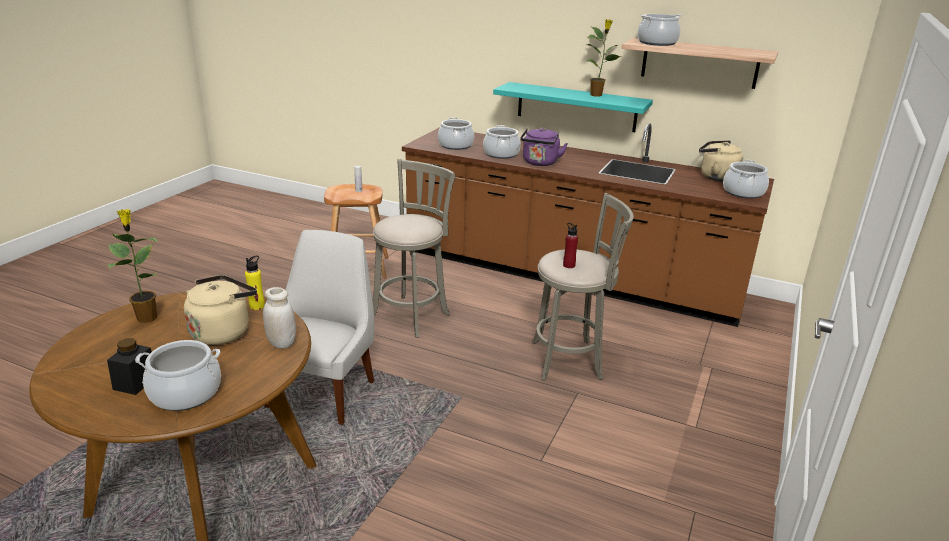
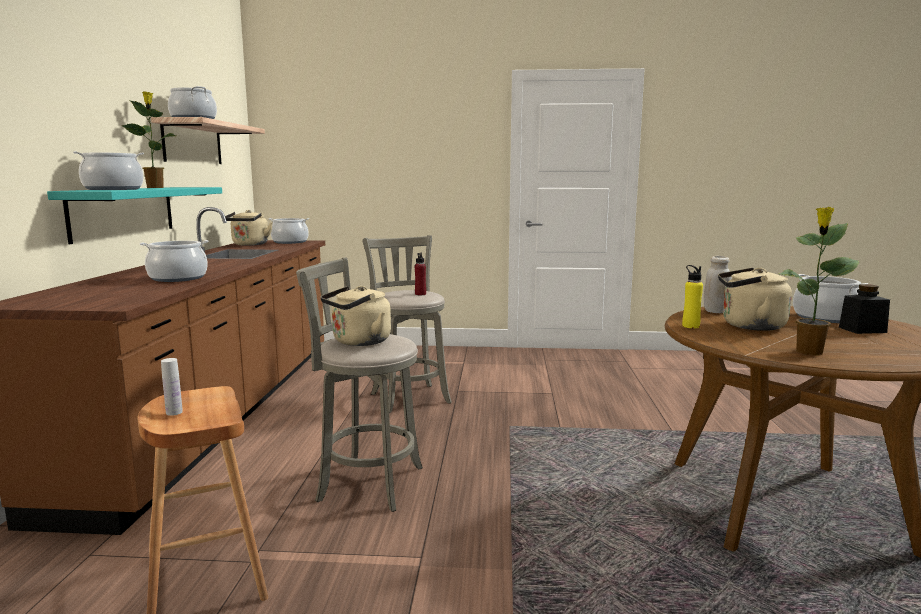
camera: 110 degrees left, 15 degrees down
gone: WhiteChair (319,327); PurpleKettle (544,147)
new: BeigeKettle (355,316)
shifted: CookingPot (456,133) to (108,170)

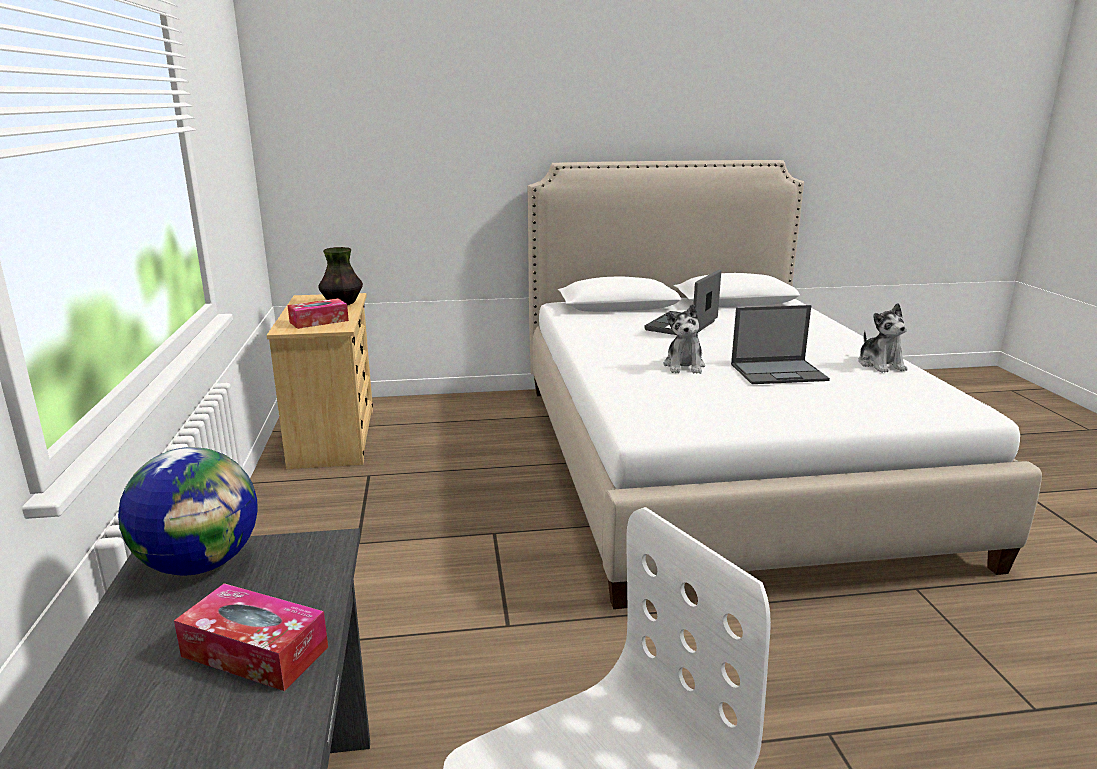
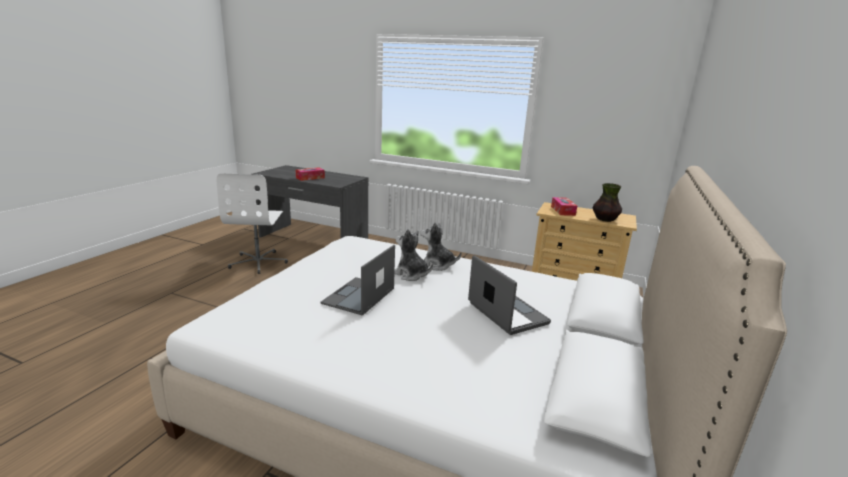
camera: 120 degrees right, 0 degrees up
gone: Globe (188,511)
shifted: PlushToy (883,338) to (441,246)

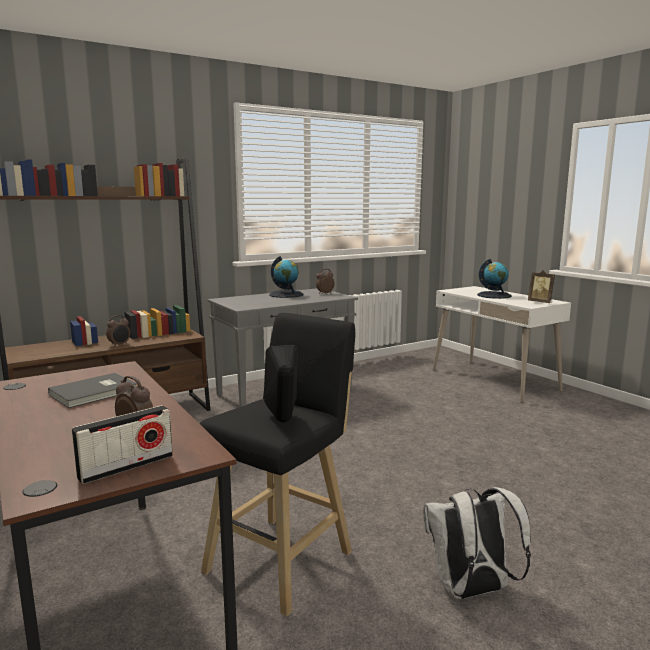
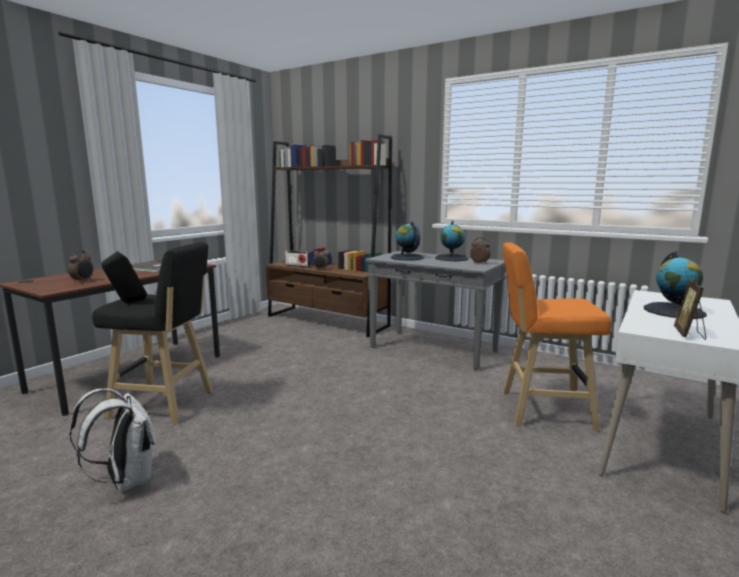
camera: 65 degrees right, 0 degrees up
new: Globe (407,241); OrangeStool (557,336)
shifted: Radio (122,444) to (297,259)

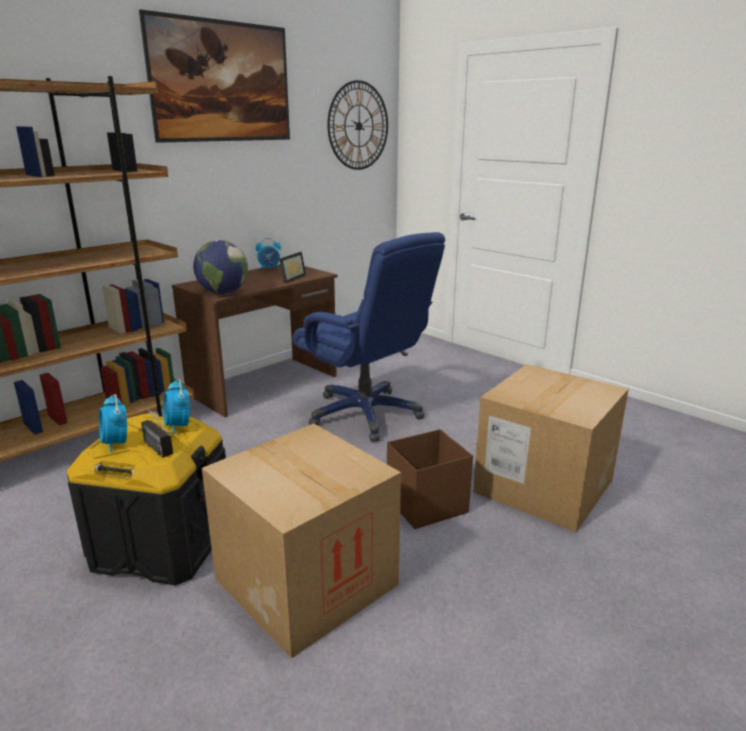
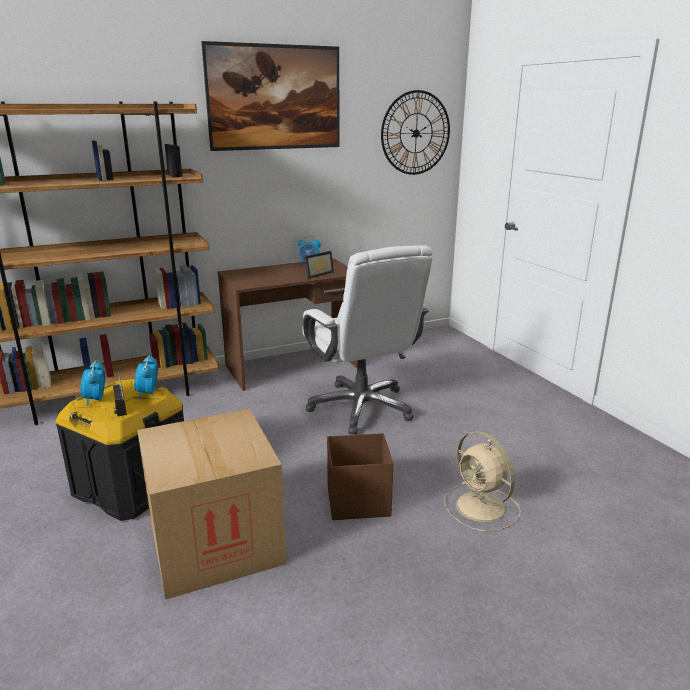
camera: 20 degrees right, 0 degrees up
gone: Globe (220,267)
swapped: CardboardBox (551,448) to BeigeFan (483,481)
repainted: BlueOfficeChair (369,337) to WhiteOfficeChair (367,340)

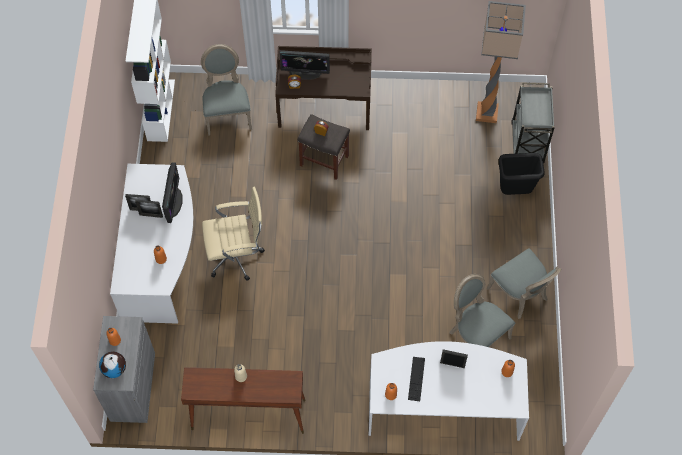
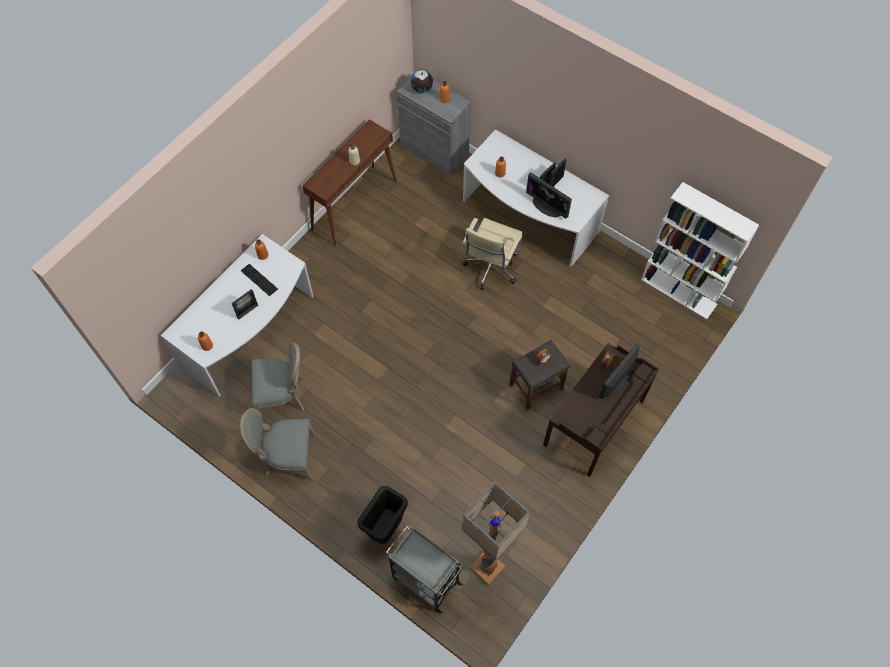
camera: 125 degrees right, 0 degrees up
gone: GreyChair (226,90)

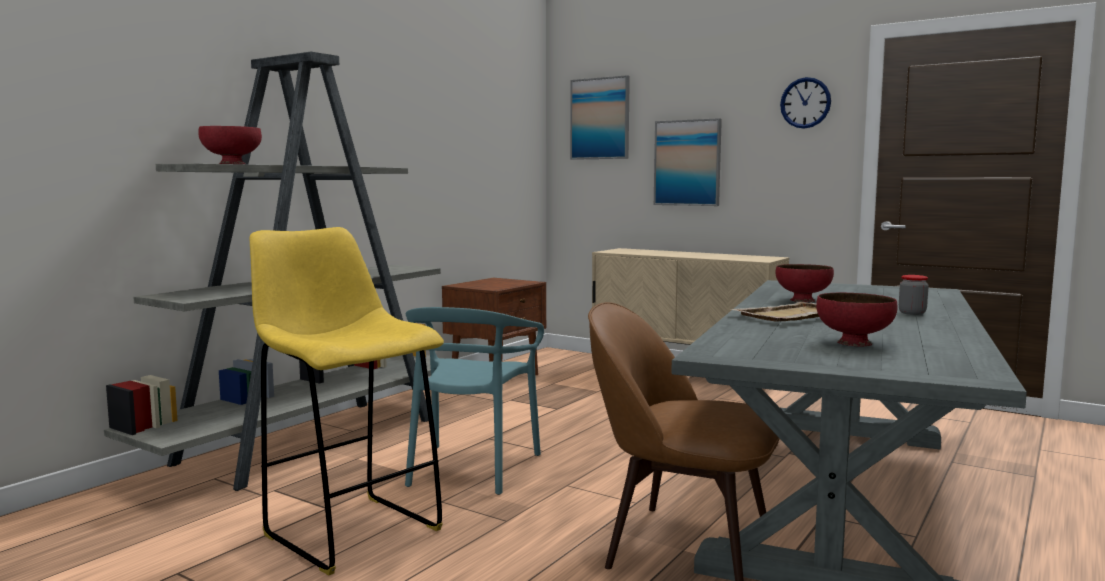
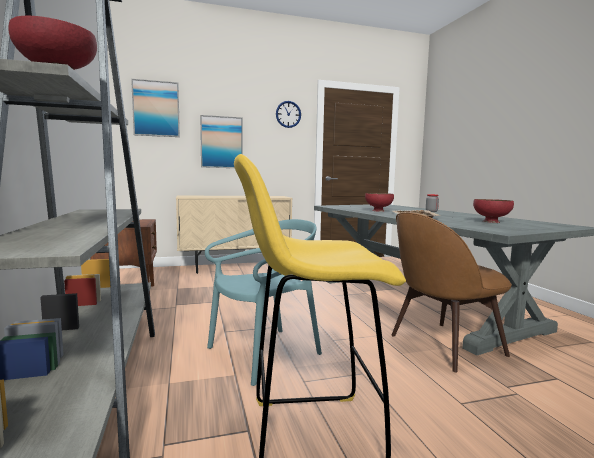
camera: 50 degrees left, 0 degrees up
rotated: TurquoiseChair (474,401) = (263,302) 90 degrees counterclockwise

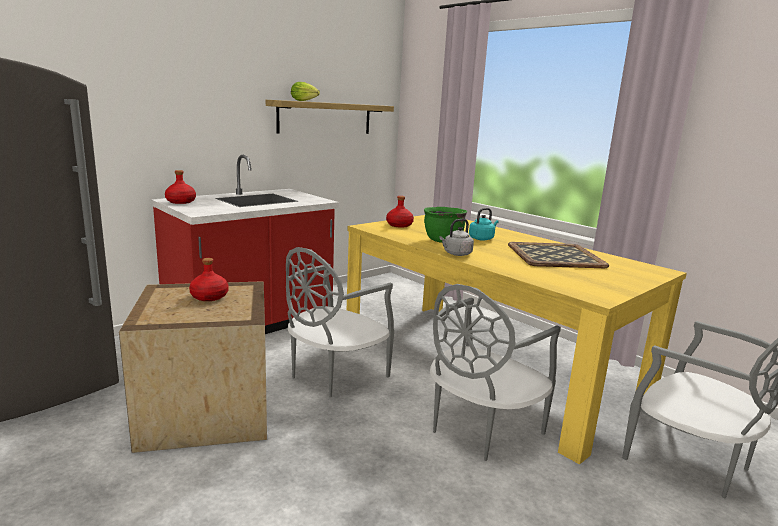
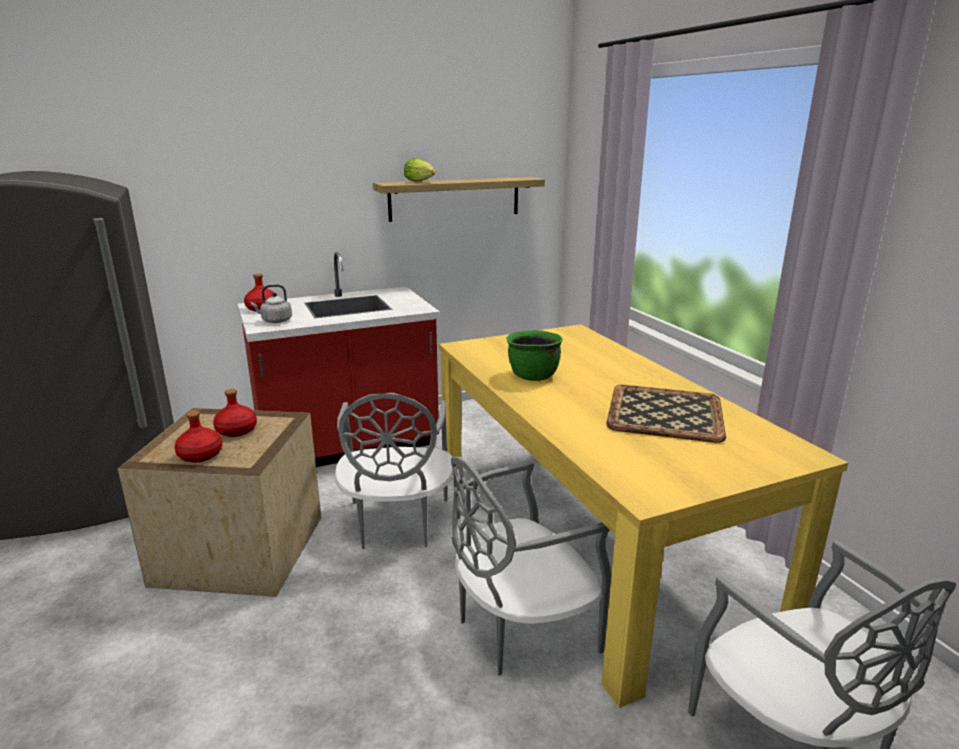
camera: 20 degrees right, 5 degrees up
gone: TurquoiseKettle (484,224)
shifted: RedBottle (400,212) to (198,436); GreyKettle (456,237) to (271,303)
rotated: GreyChair (340,322) = (394,471) 60 degrees counterclockwise

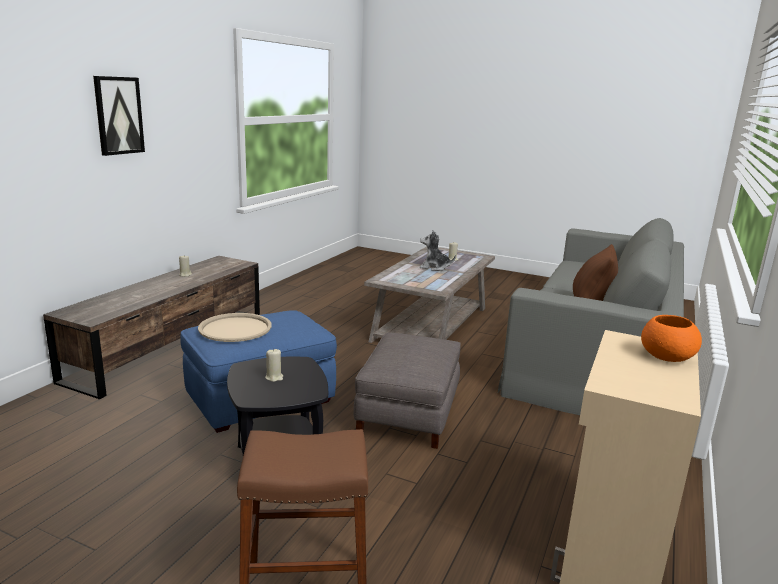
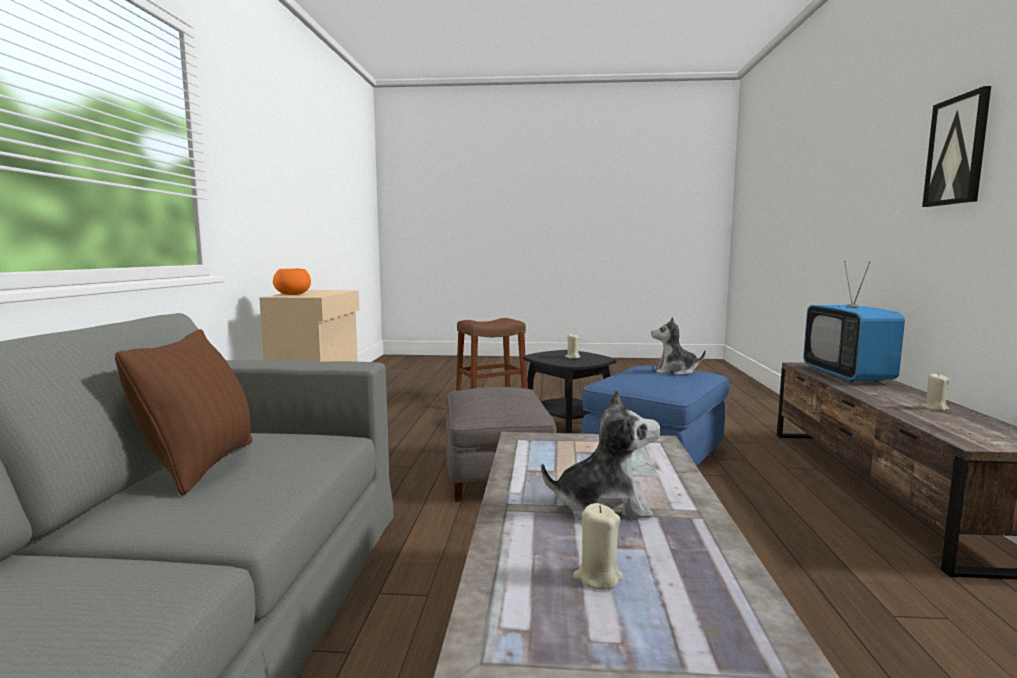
camera: 160 degrees right, 10 degrees down
new: Television (854,321)
swapped: BeigeTray (235,327) to PlushToy (678,346)

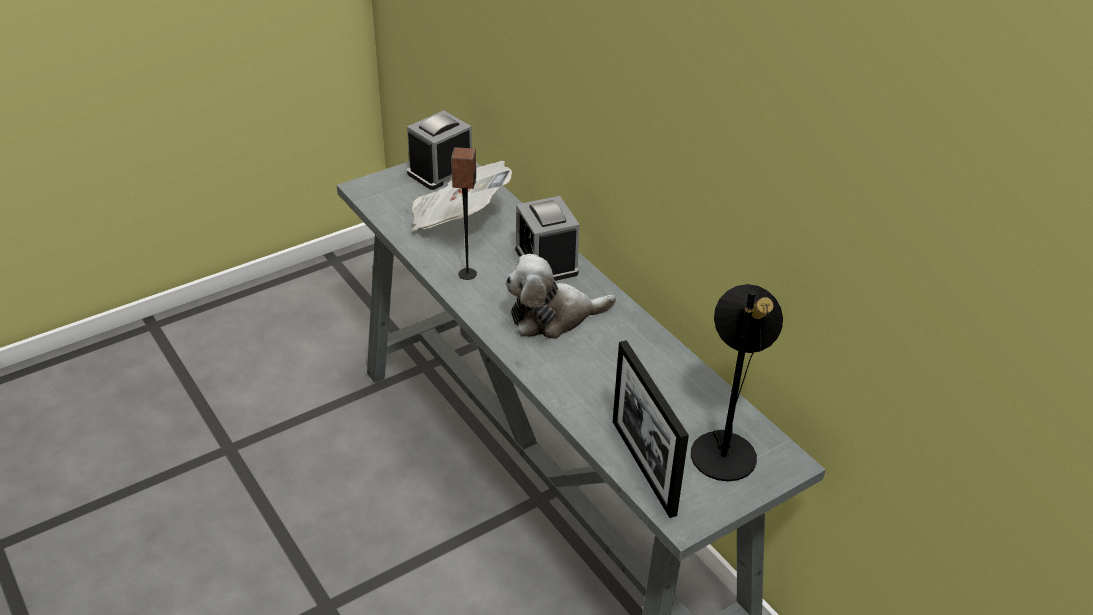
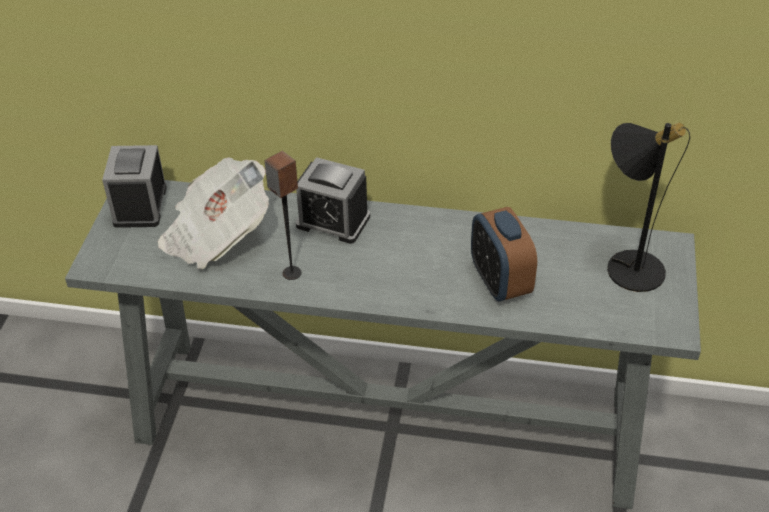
camera: 45 degrees left, 5 degrees up
gone: PlushToy (560,296); PictureFrame (651,429)
new: AlarmClock (504,254)

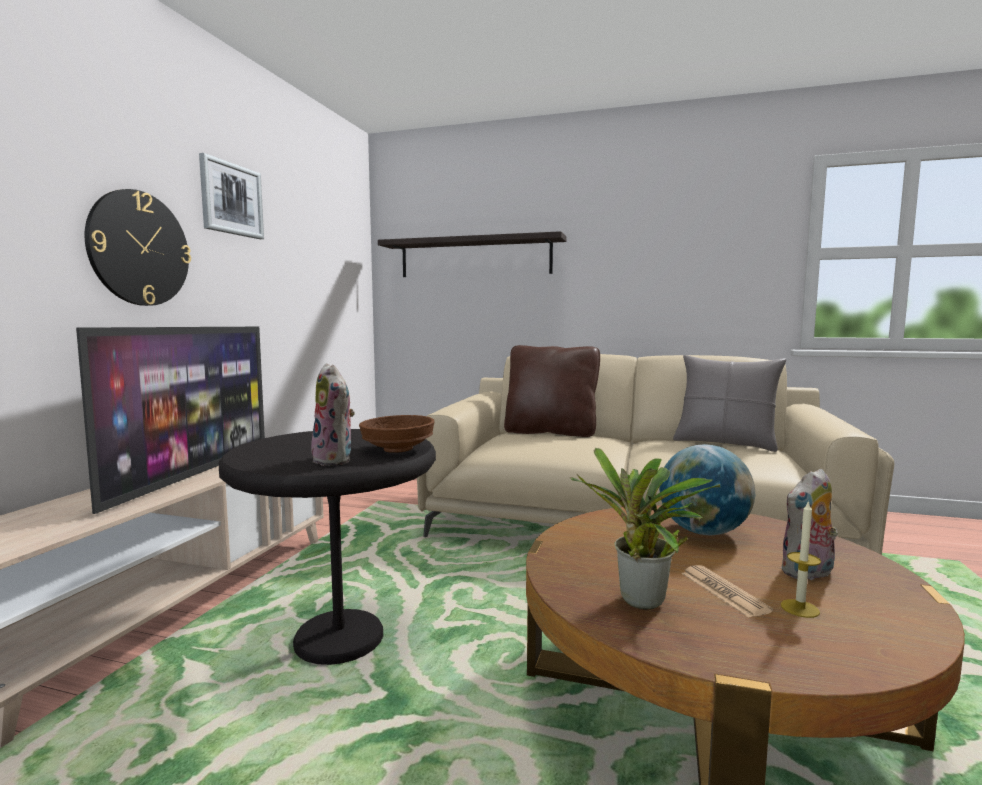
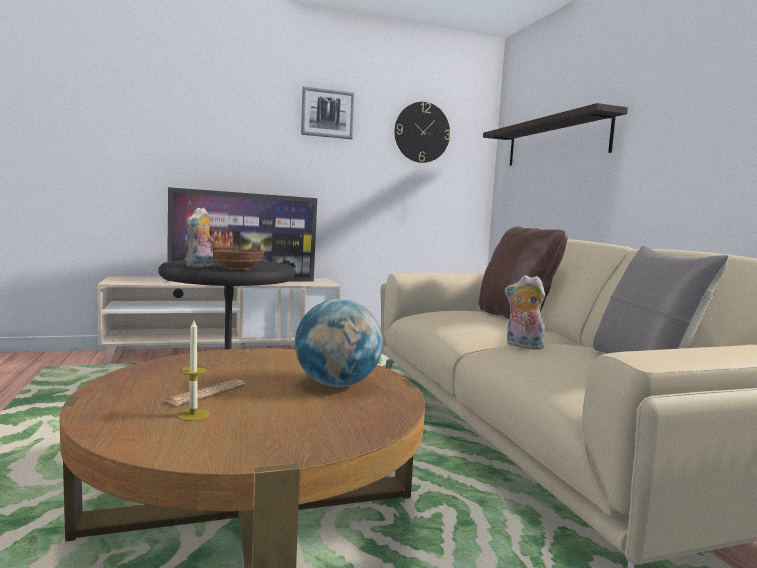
camera: 55 degrees right, 0 degrees up
gone: PottedPlant (645,529)
shifted: WallClock (138,247) to (422,132); PlushToy (809,524) to (525,312)

